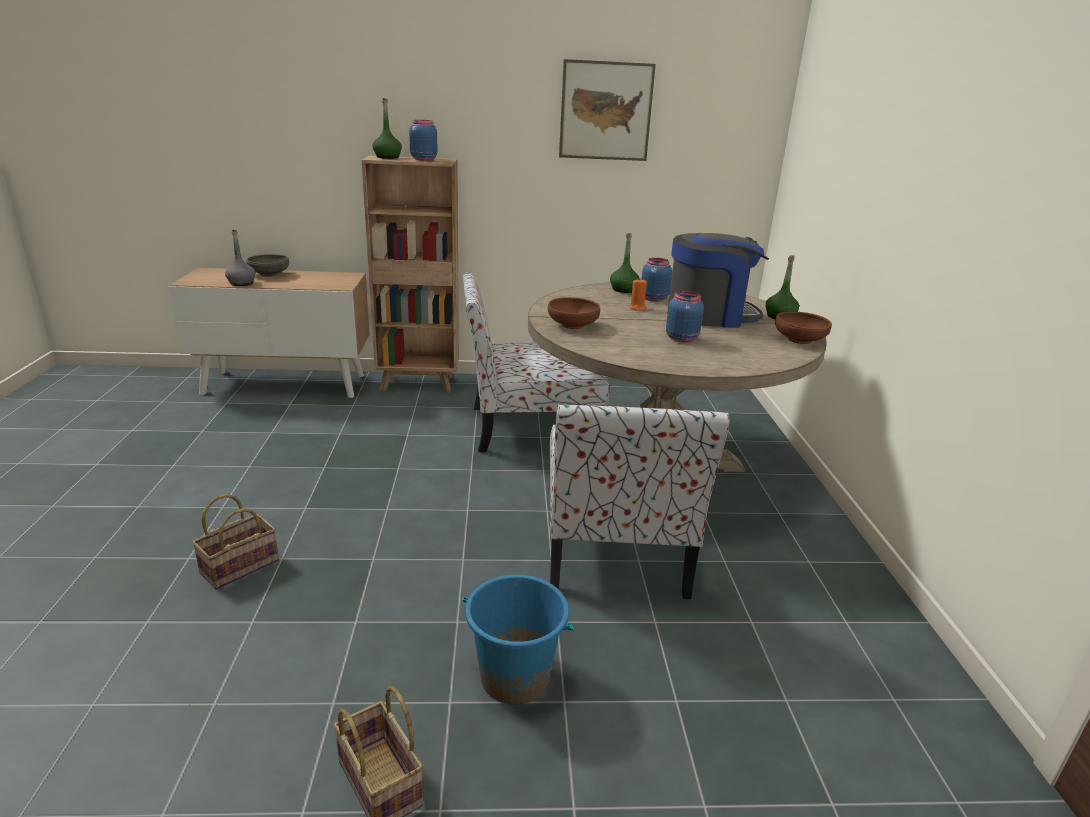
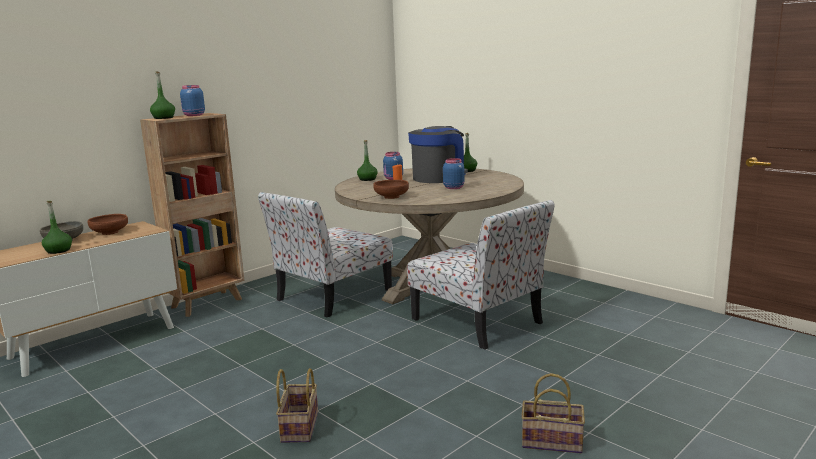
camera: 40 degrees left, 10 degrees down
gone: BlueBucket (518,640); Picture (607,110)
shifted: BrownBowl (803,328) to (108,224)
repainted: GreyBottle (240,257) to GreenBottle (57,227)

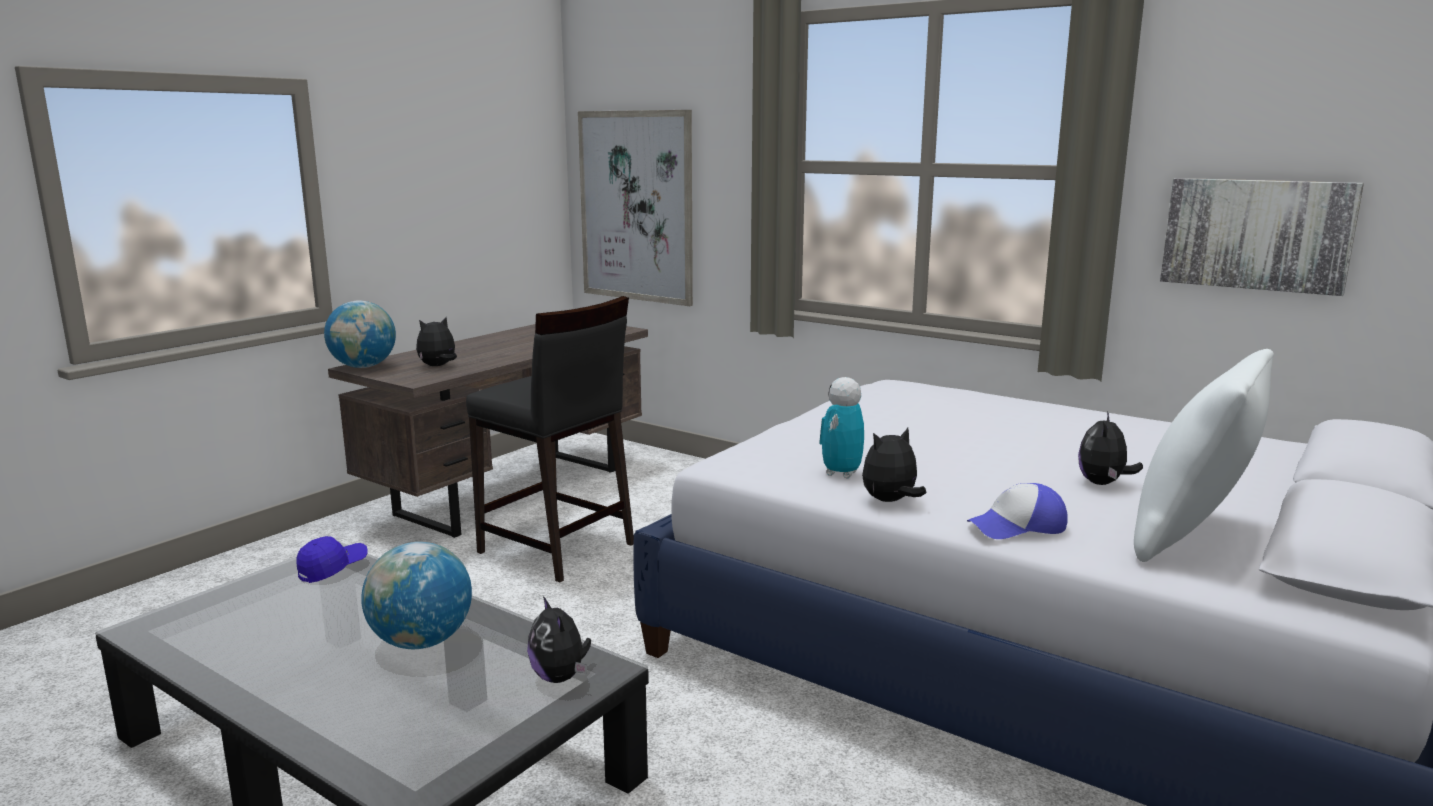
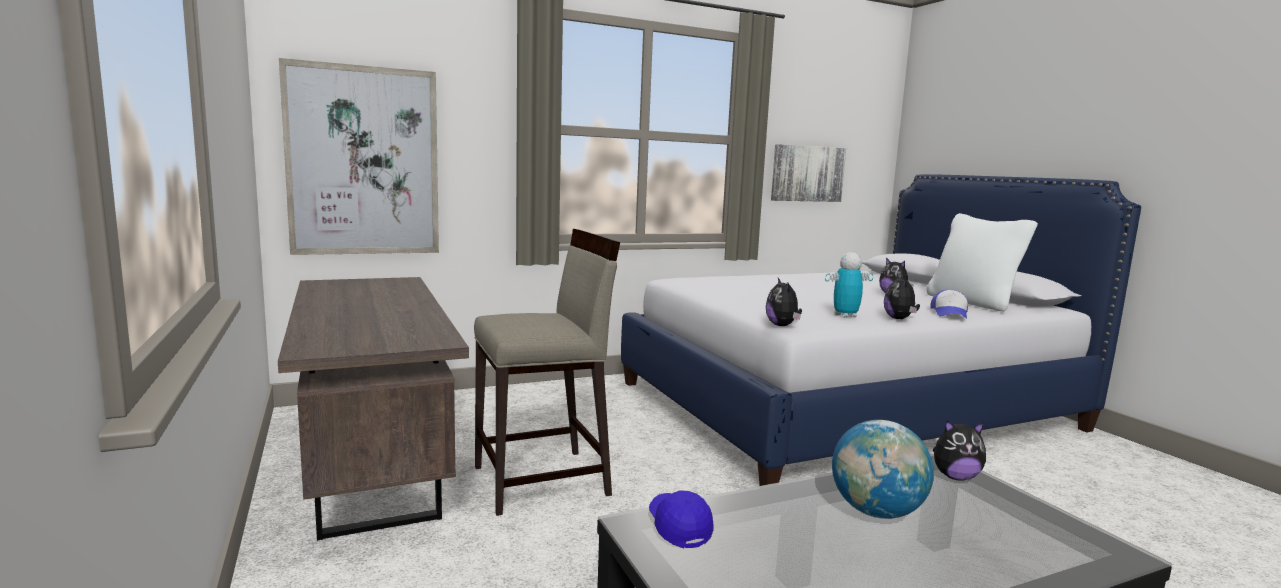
camera: 60 degrees left, 5 degrees down
gone: Globe (360,334)
shifted: PlushToy (436,341) to (784,302)
repainted: BlackStool (550,439) to BeigeStool (547,372)
rotated: ToyRobot (841,427) = (849,285) 105 degrees clockwise

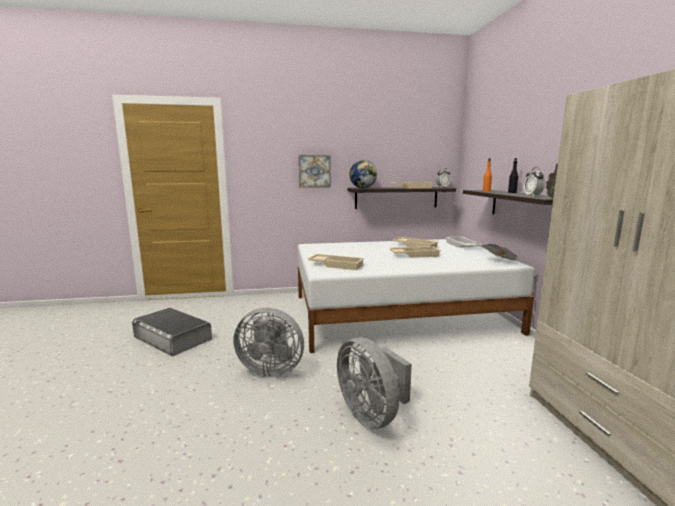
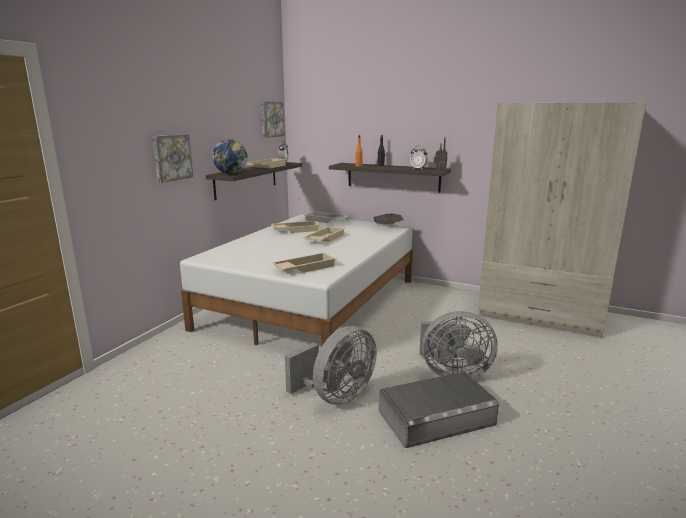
camera: 55 degrees left, 5 degrees up
new: Picture (272,120)
shifted: GreyStorageBox (172,332) to (439,410)

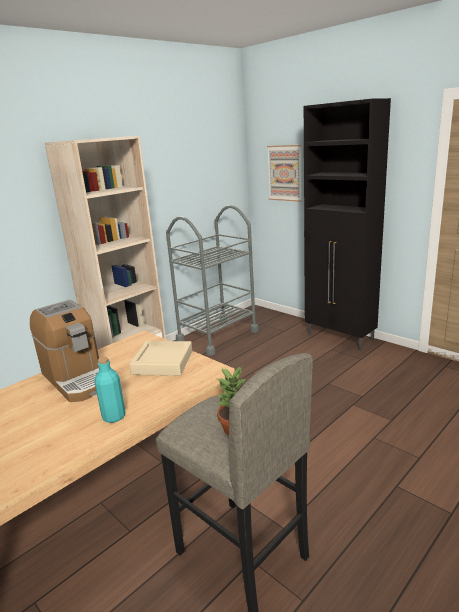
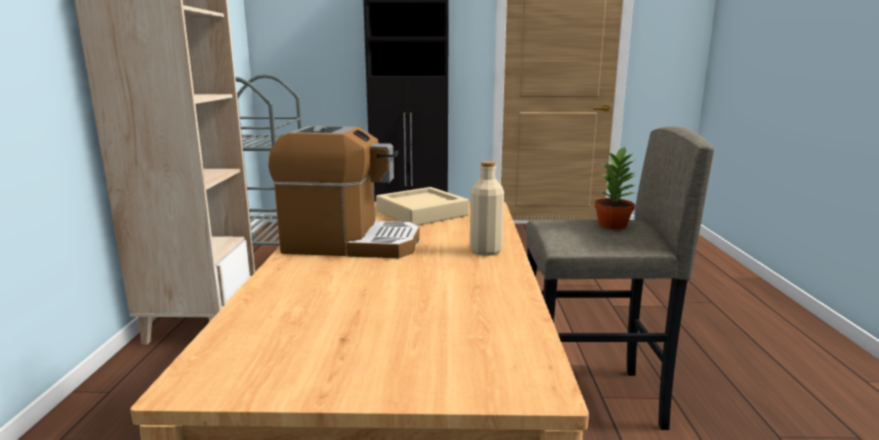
camera: 45 degrees left, 5 degrees down
gone: Picture (284,173)
repainted: TurquoiseBottle (110,390) to BeigeBottle (487,208)

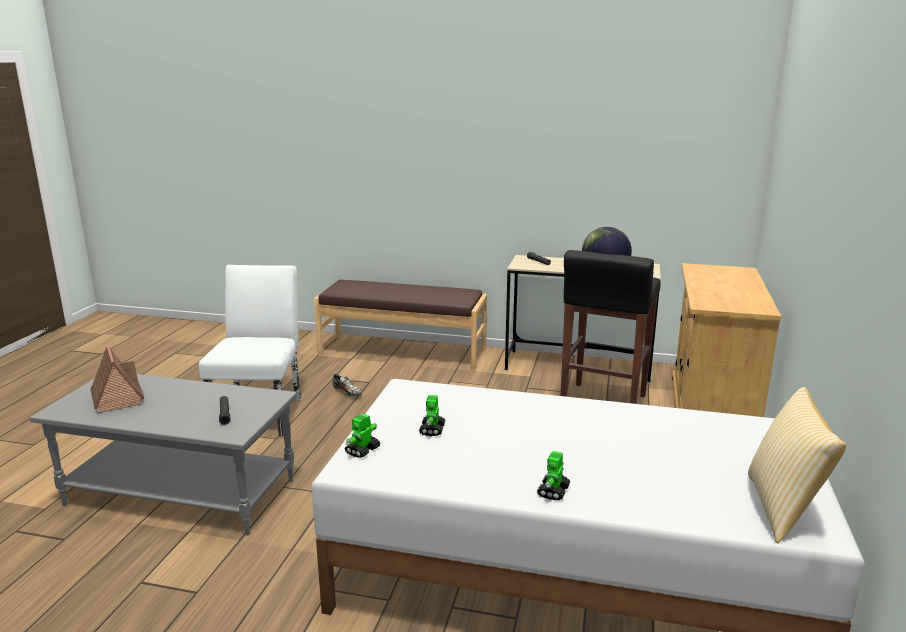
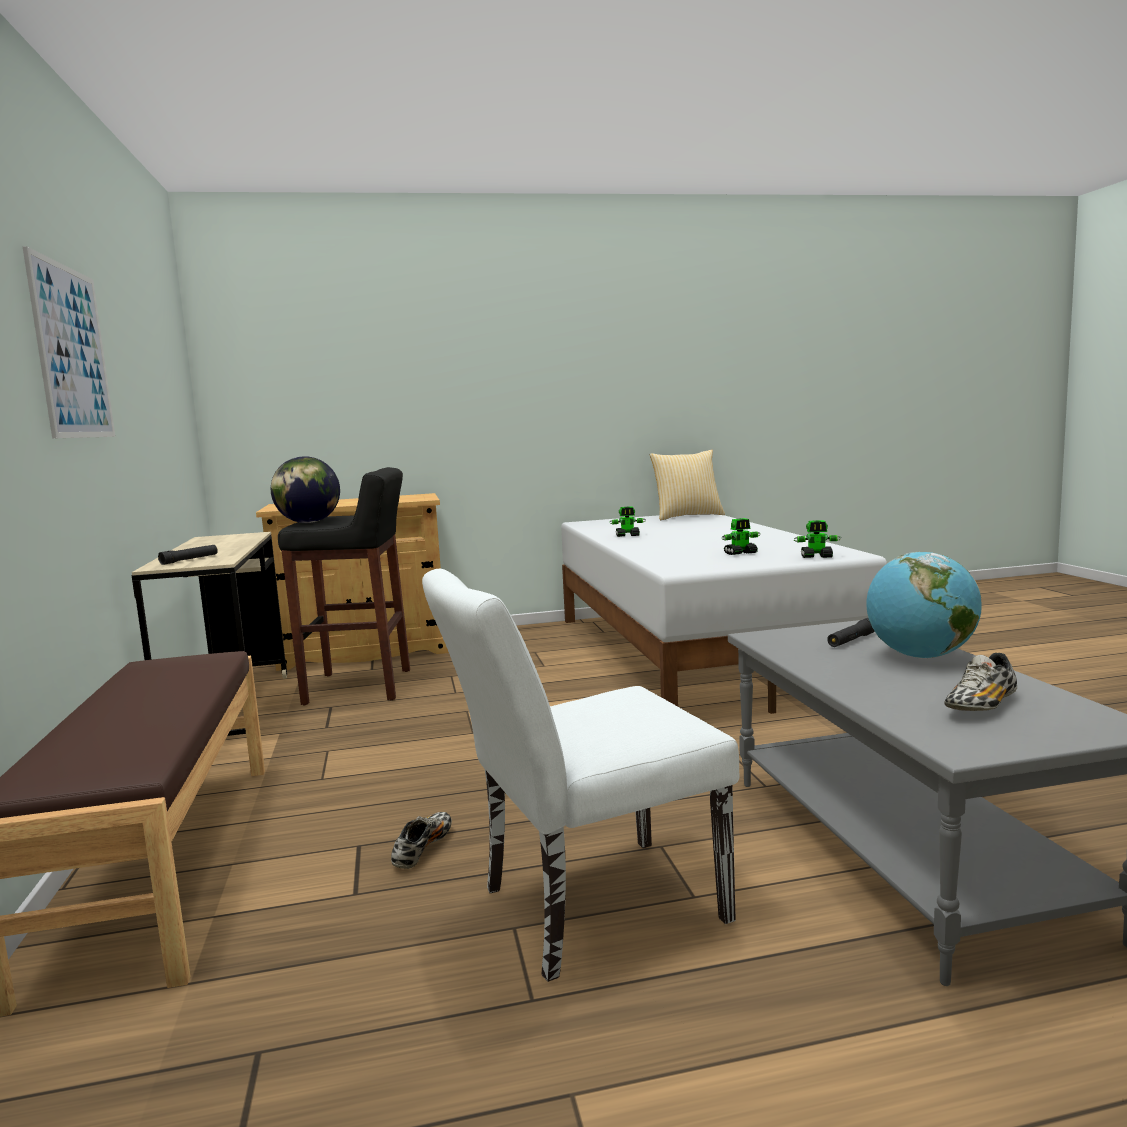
camera: 115 degrees left, 10 degrees down
new: Picture (68,342); Globe (924,605)
shifted: ToyRobot (554,475) to (628,521)
swapped: ToyHouse (117,378) to Shoe (980,682)

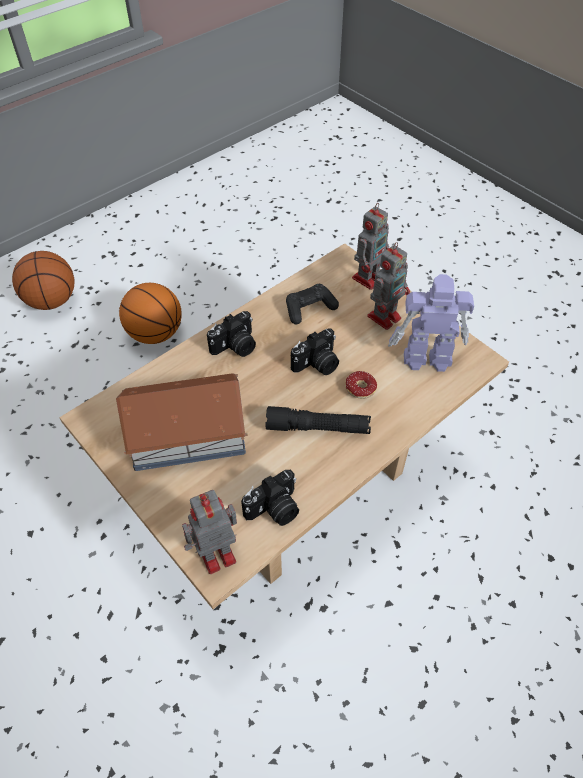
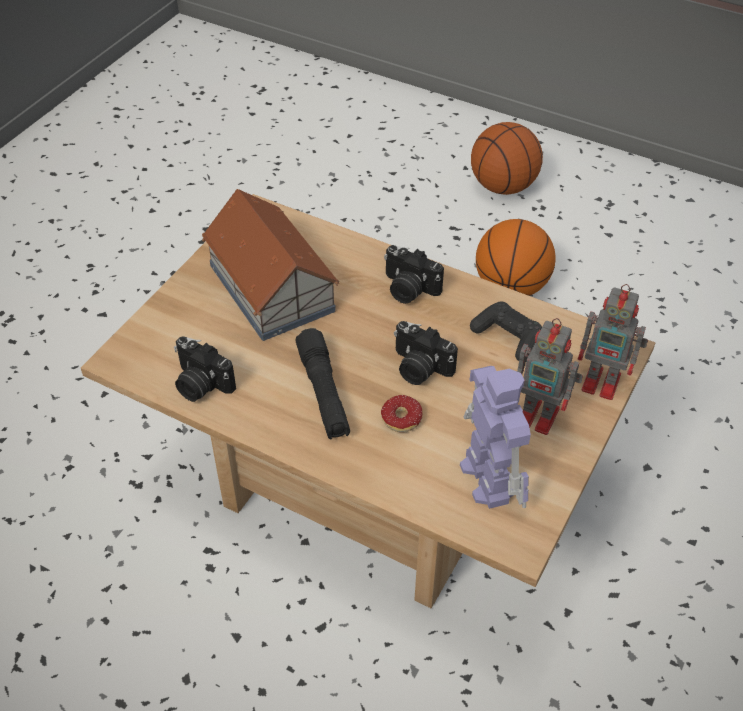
camera: 70 degrees right, 5 degrees down
gone: ToyRobot (209,532)

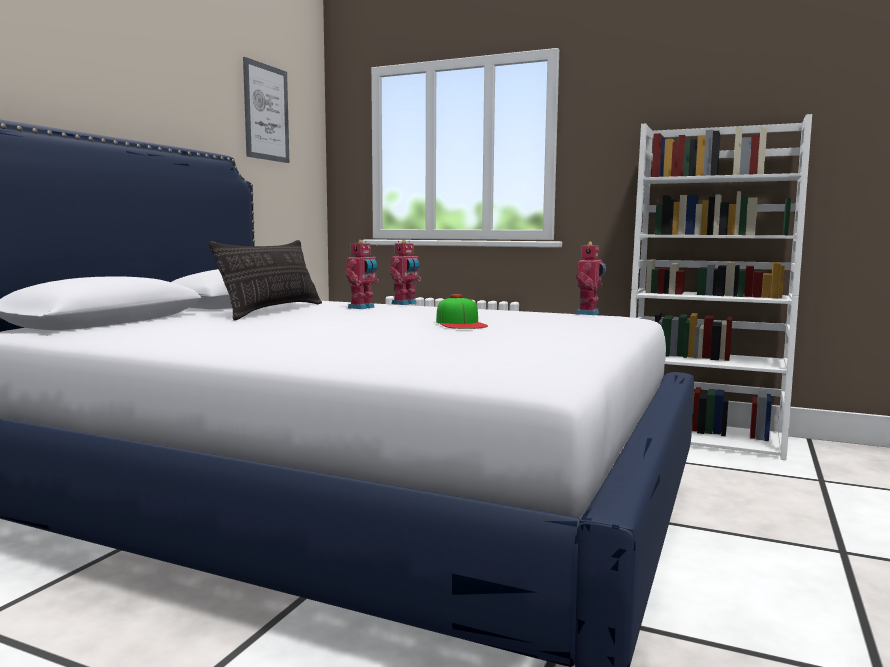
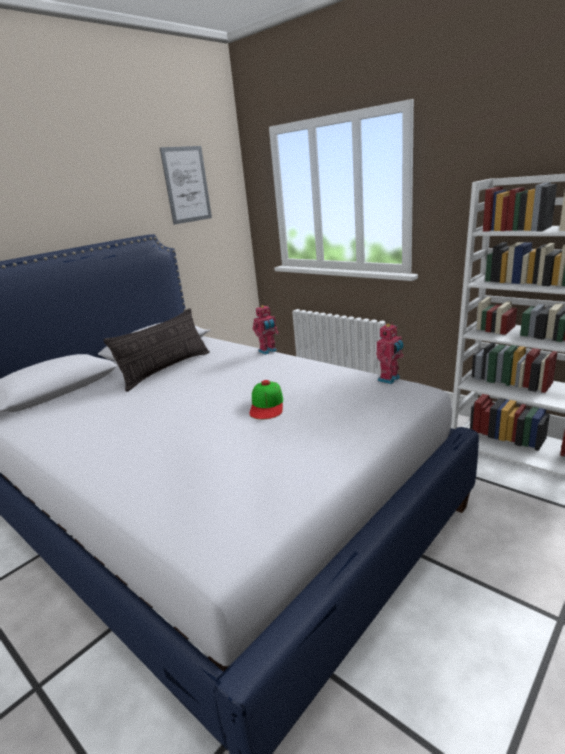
camera: 20 degrees right, 15 degrees up
gone: ToyRobot (362,274)

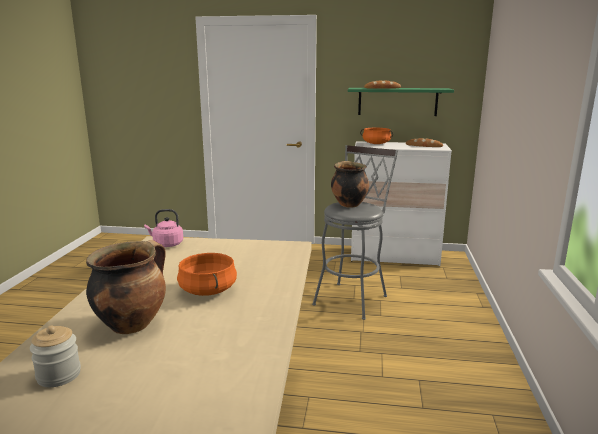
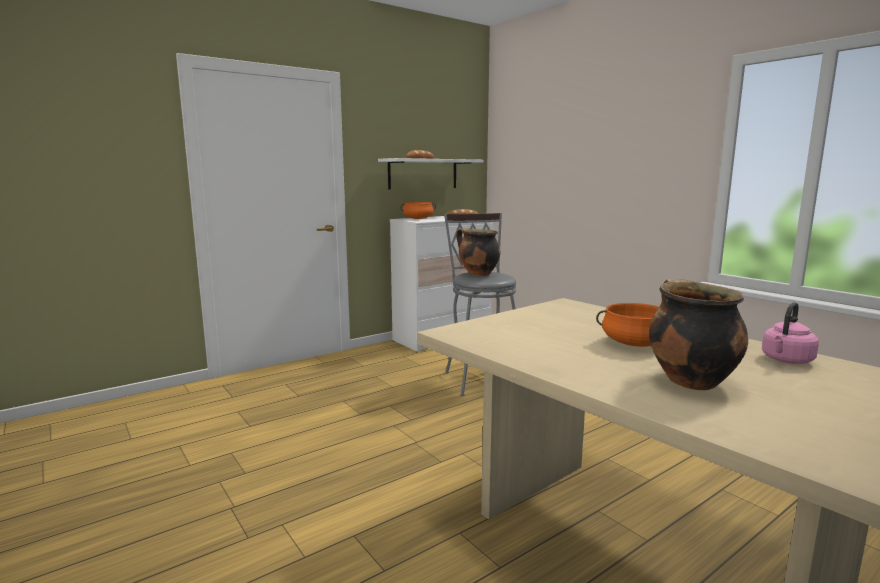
camera: 45 degrees left, 5 degrees down
gone: Jar (55,356)
shifted: PinkKettle (163,228) to (790,333)
repainted: GreenShelf (401,102) to WhiteShelf (430,173)

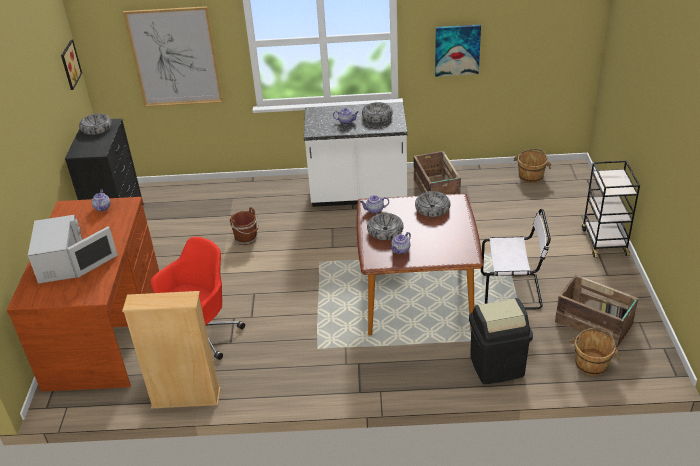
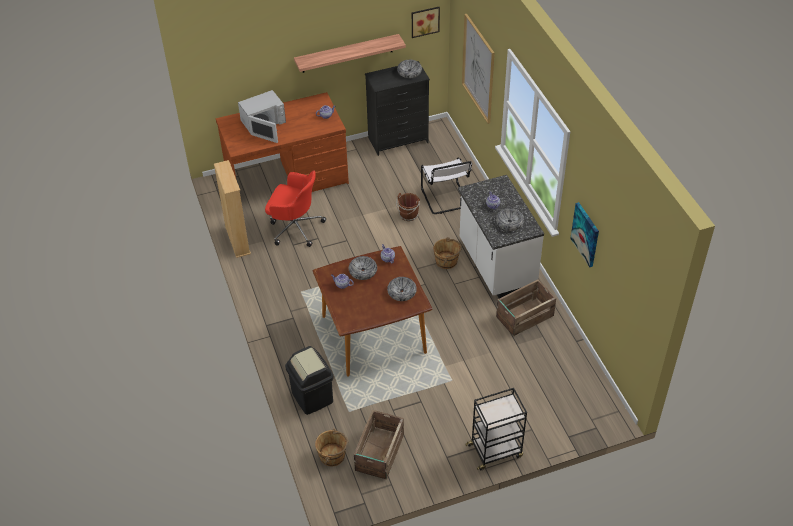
camera: 70 degrees right, 10 degrees up
new: Shelf (350,53)
shifted: WhiteChair (516,259) to (446,185); BrownBucket (532,165) to (447,253)

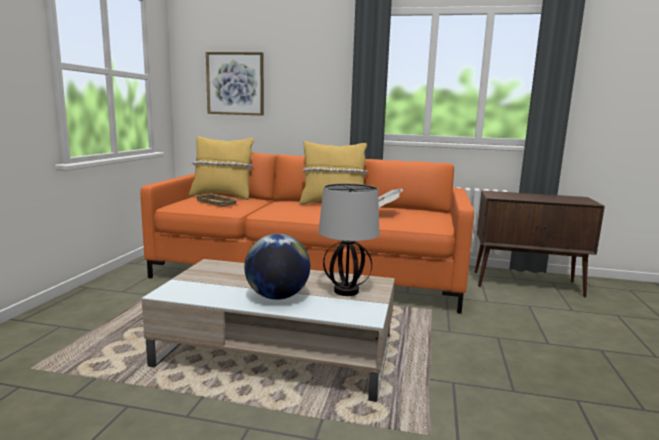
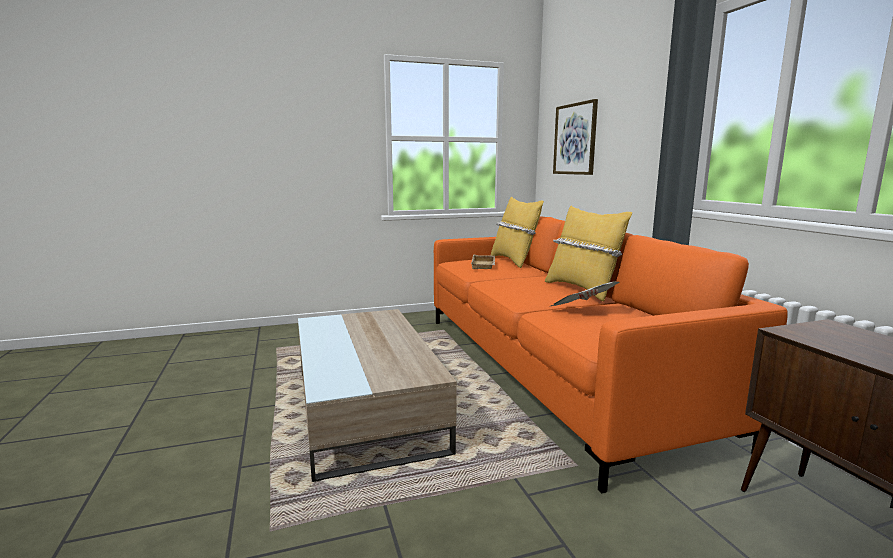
camera: 60 degrees right, 0 degrees up
gone: Globe (277,267); TableLamp (349,239)

